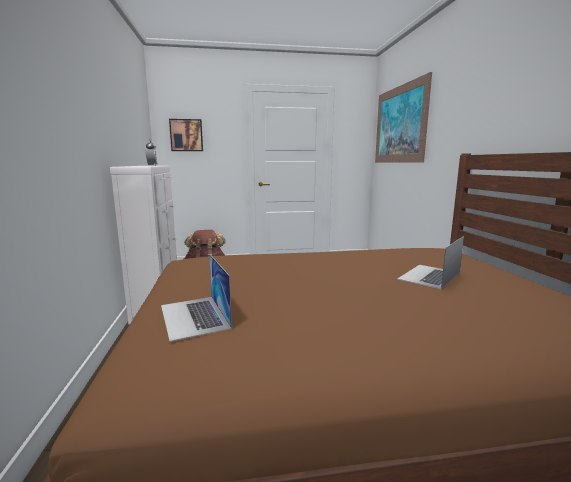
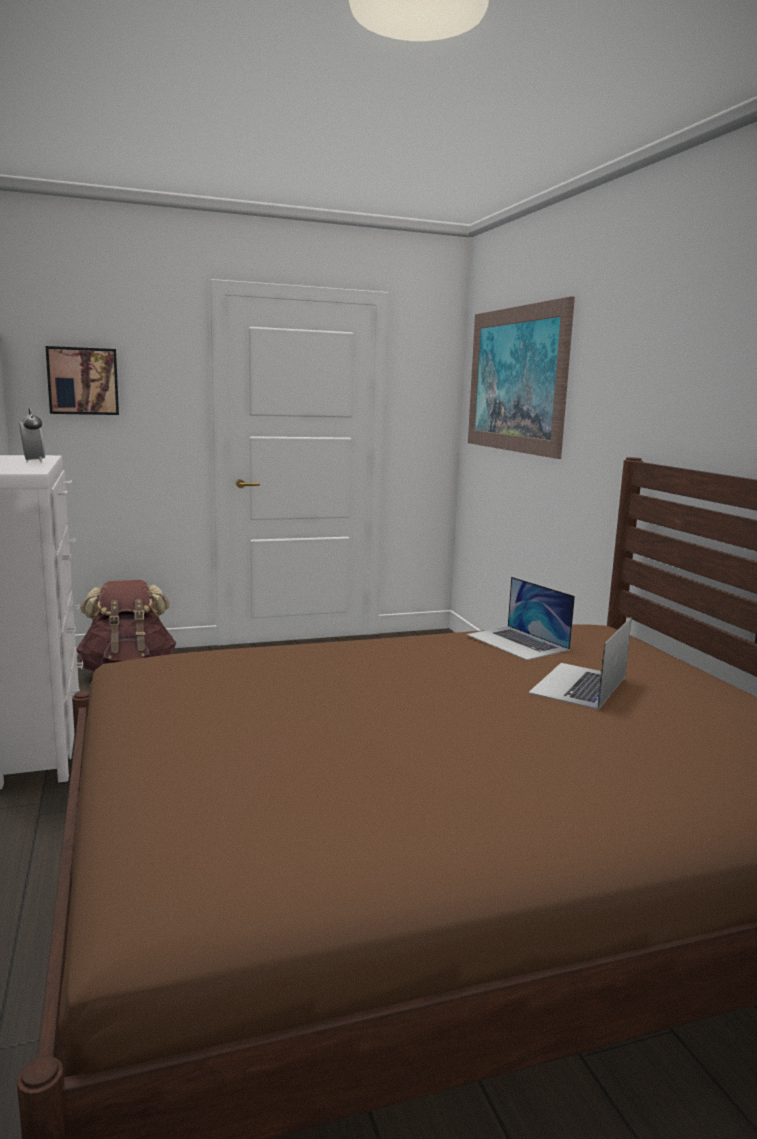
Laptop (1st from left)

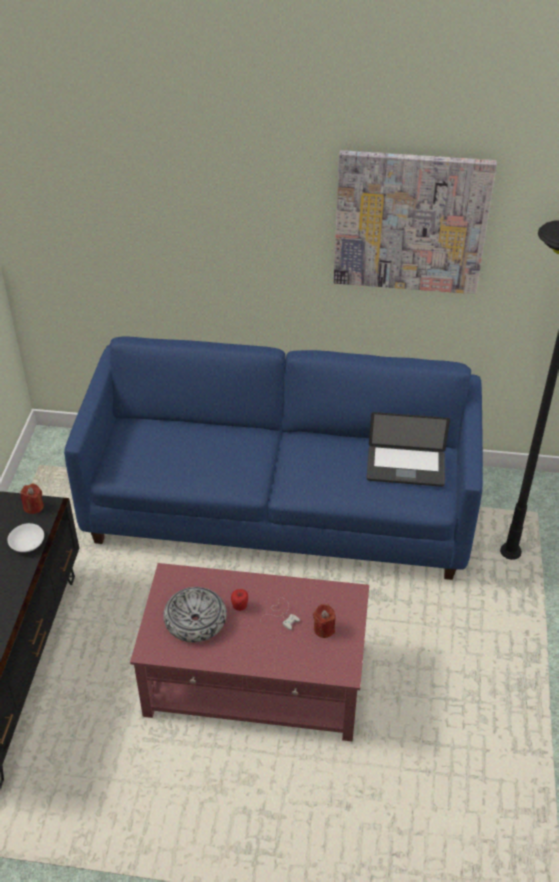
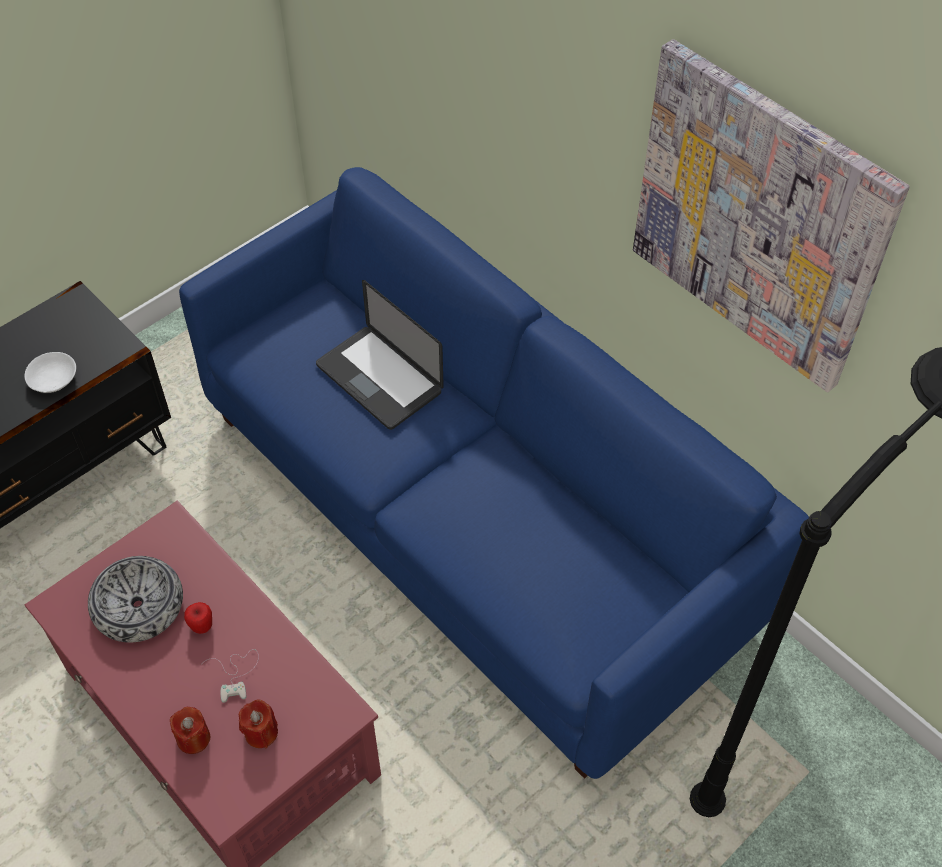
RedCandle (1st from left)
Laptop

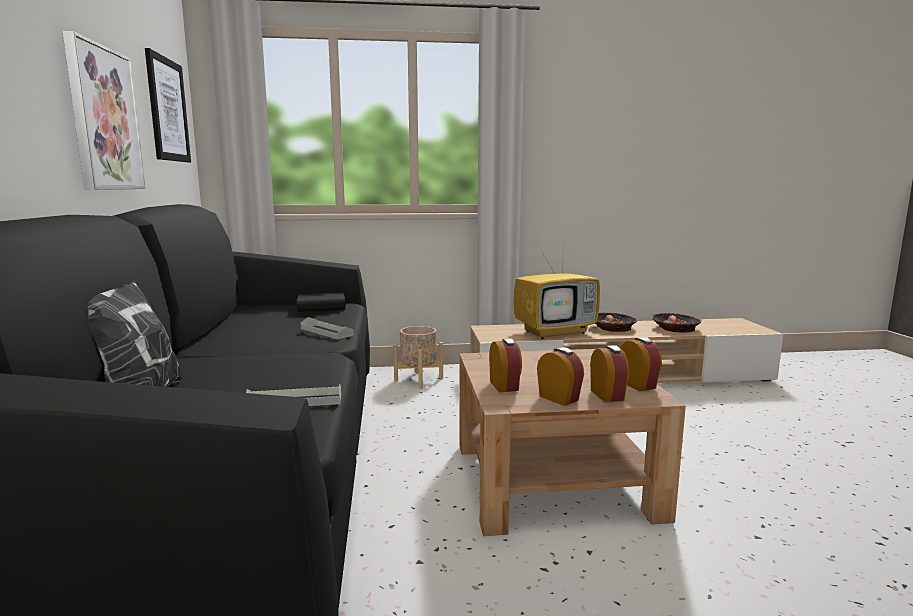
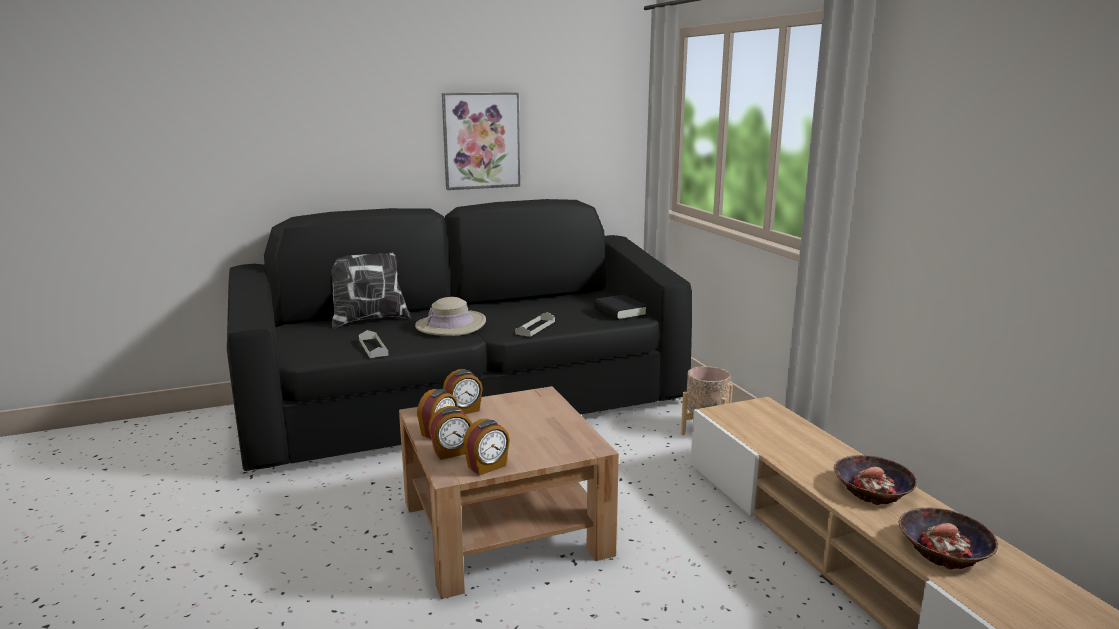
BeigeColouredWearableHat
Picture (2nd from left in the first image)
Television

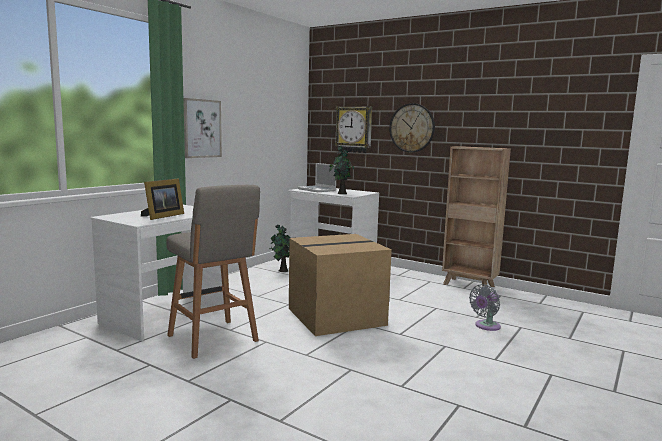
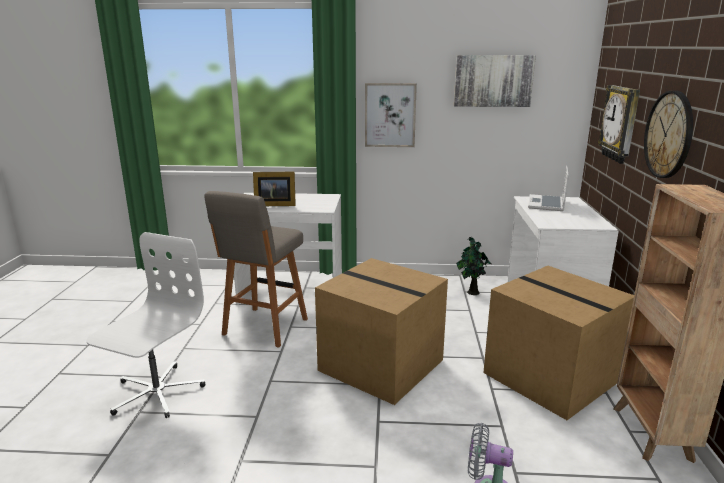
WhiteOfficeChair
Picture (2nd from left)
PackingBox (2nd from left)
Houseplant (2nd from left in the first image)

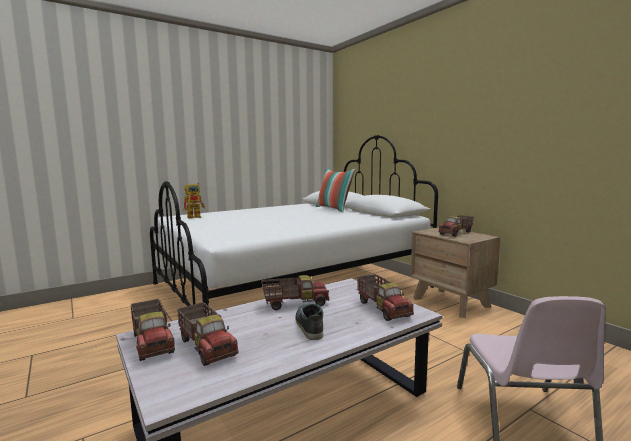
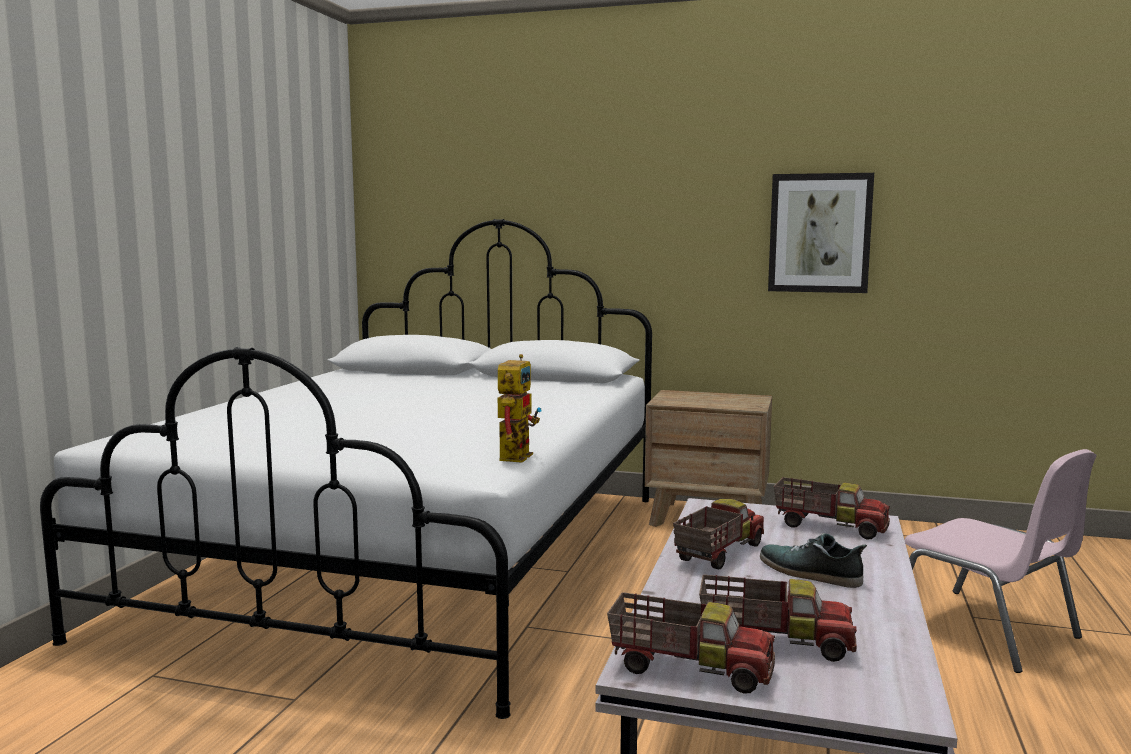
ModelRobot
Picture
Cushion
ToyLorry (5th from left in the first image)

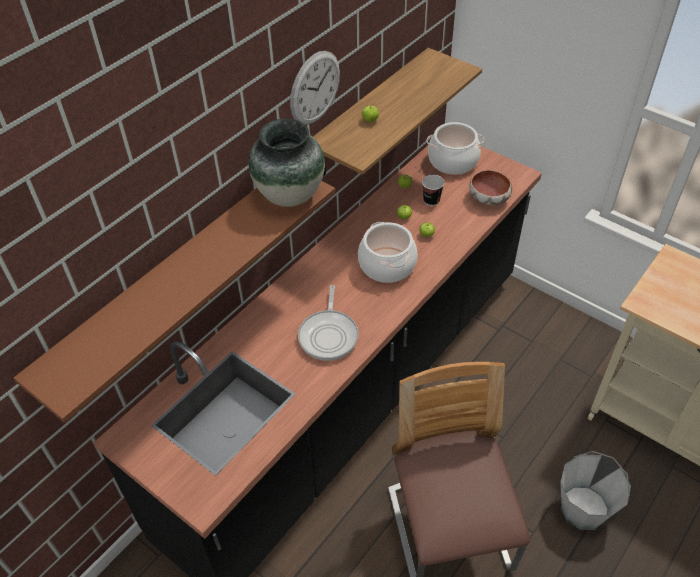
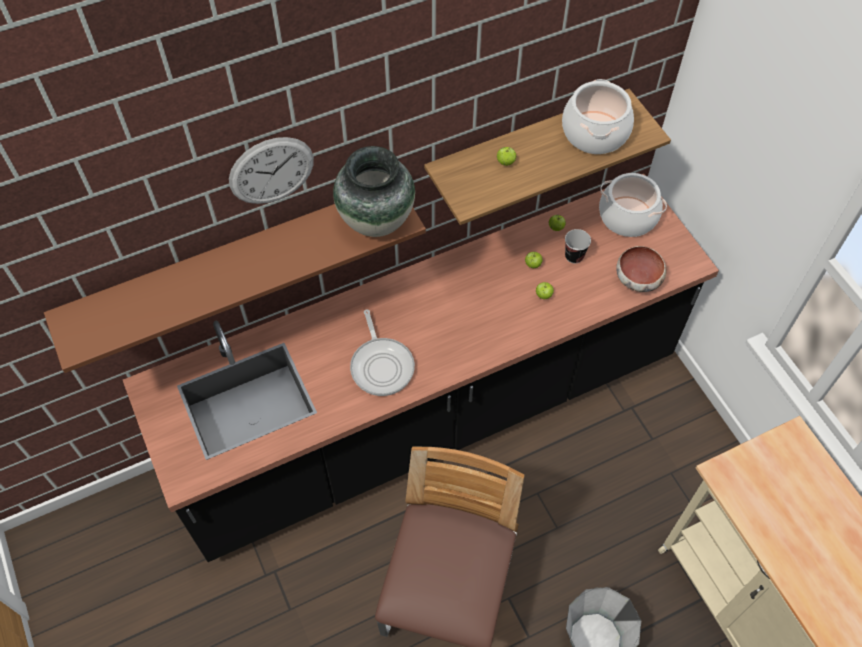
HangingClock
Pan
Stockpot (1st from left)

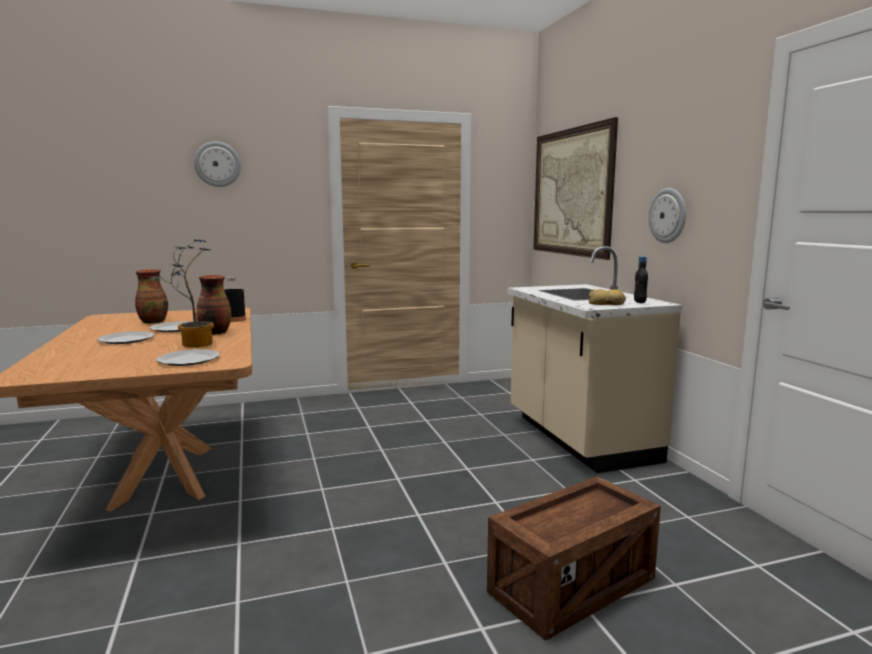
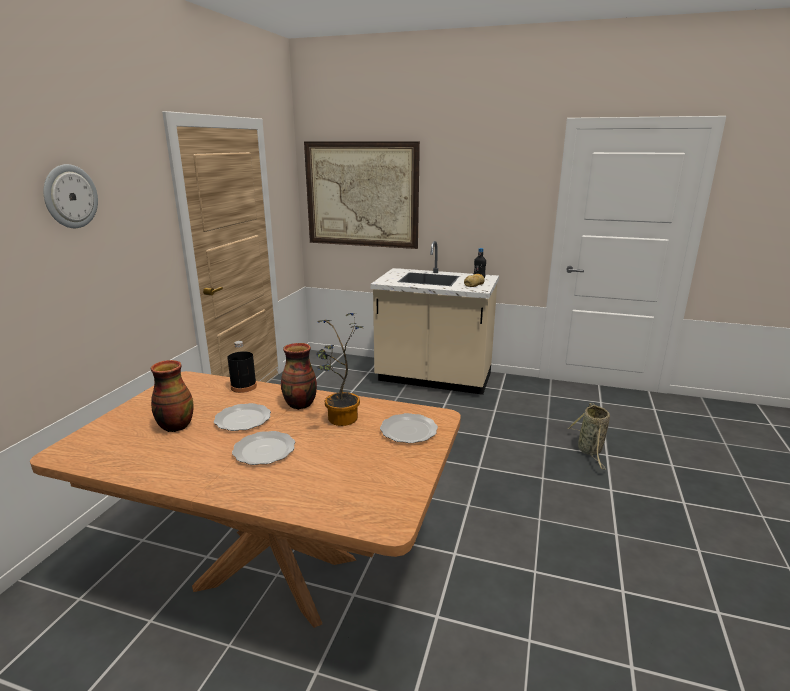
StorageBasket
HangingClock (2nd from left in the first image)

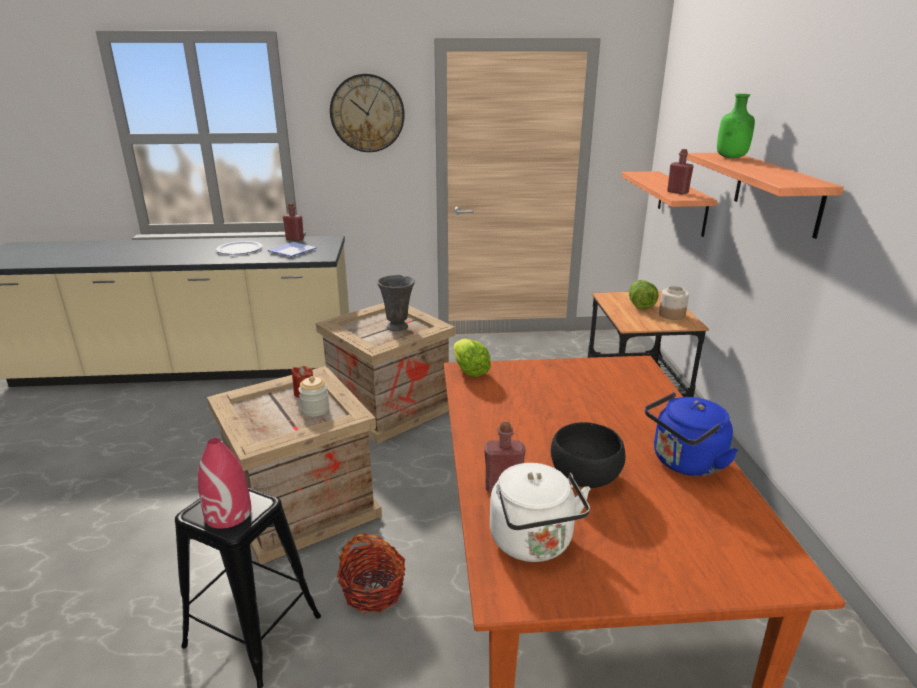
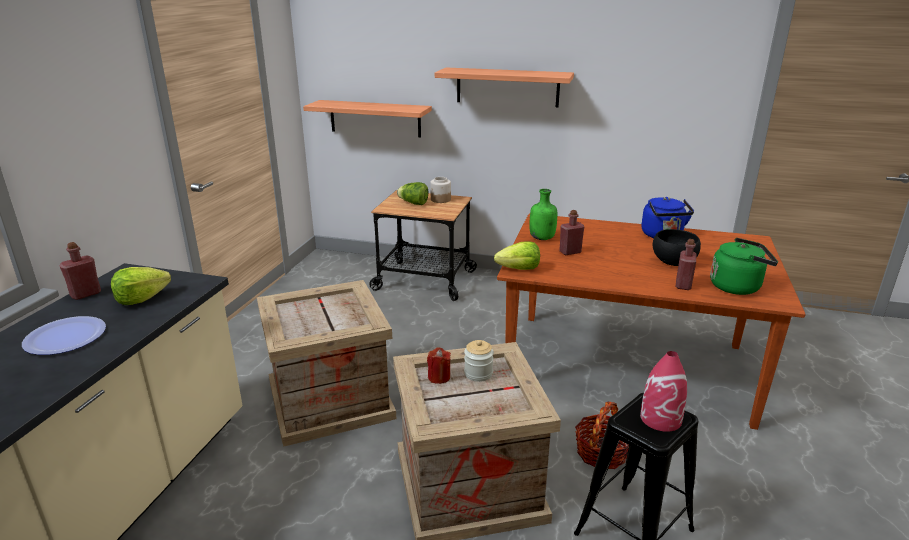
Lettuce (1st from left)
GreenDrinkBottle
RedDrinkBottle (2nd from left)
GreenKettle
HangingClock
GreyVase

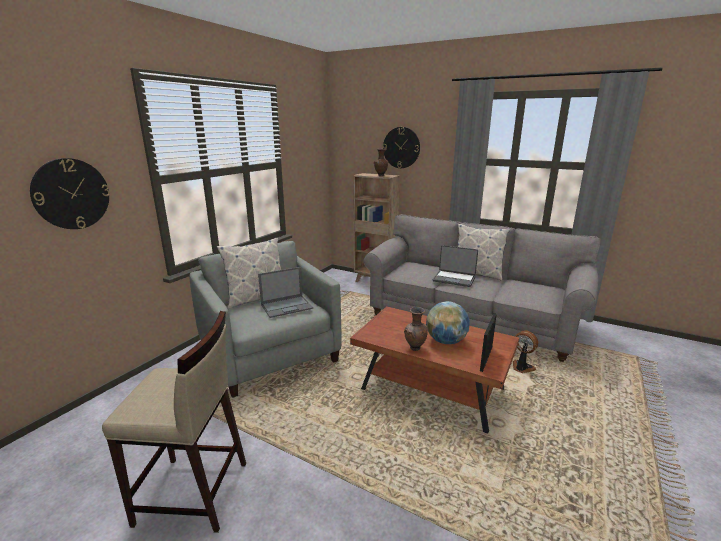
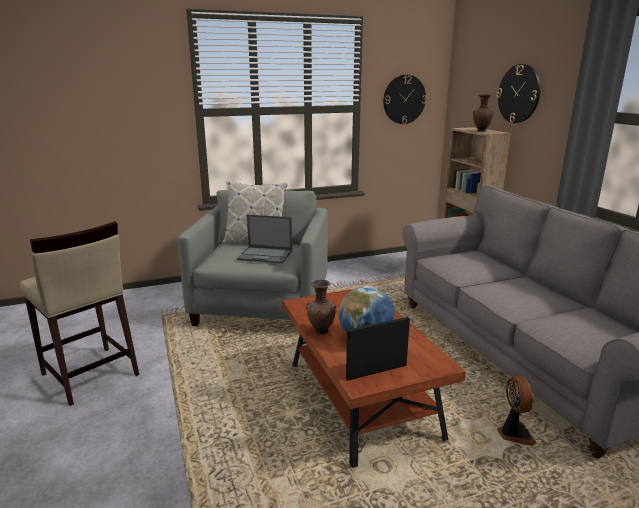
HangingClock (1st from left)
Laptop (2nd from left in the first image)
Cushion (2nd from left in the first image)

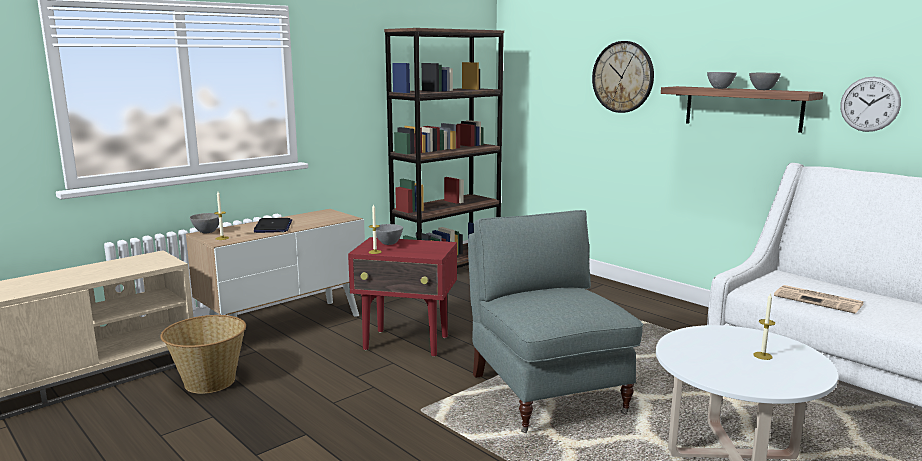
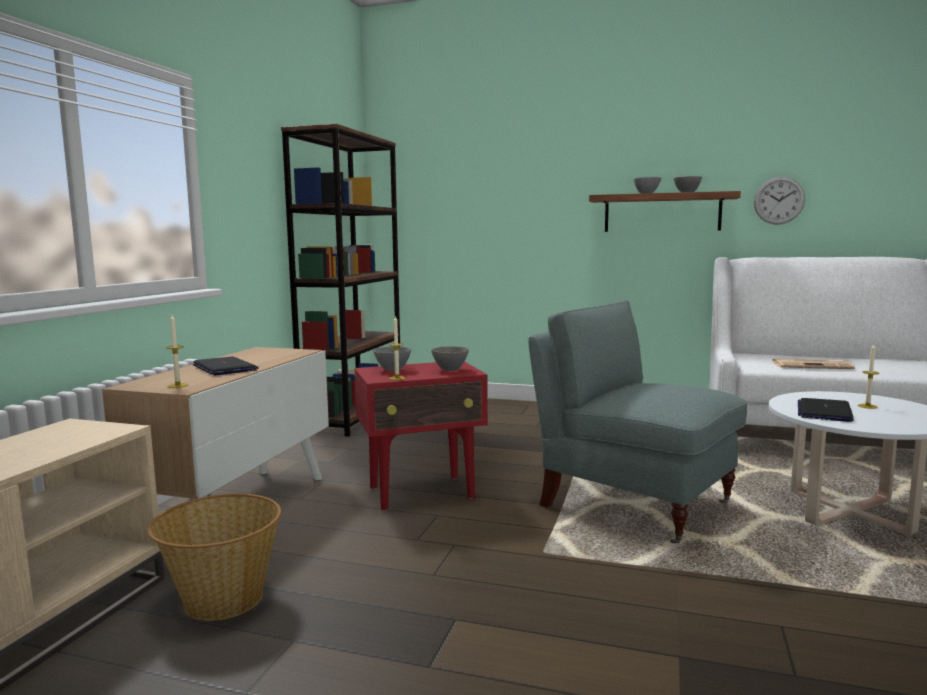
GreyDeepDish (2nd from left)
Laptop (2nd from left)
HangingClock (1st from left in the first image)

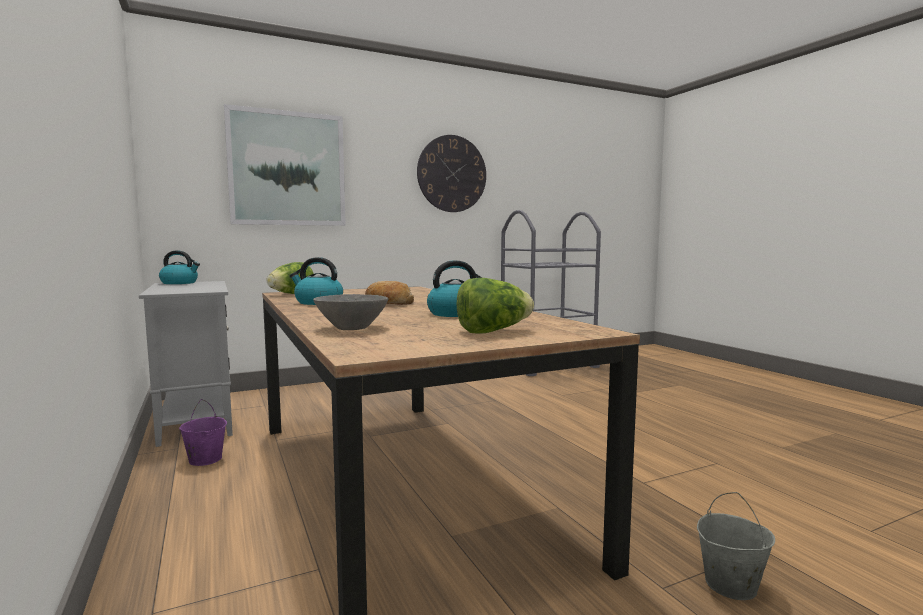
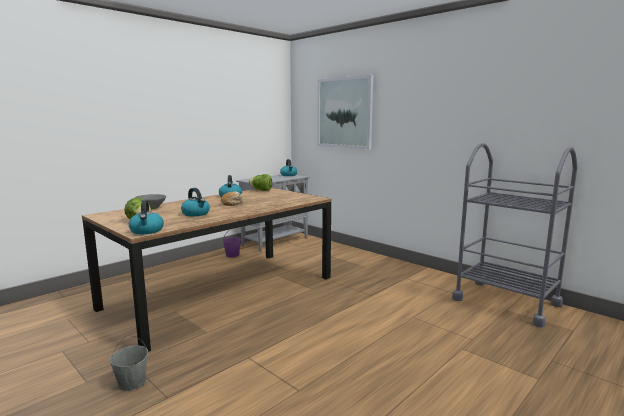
Kettle (1st from left)
HangingClock

